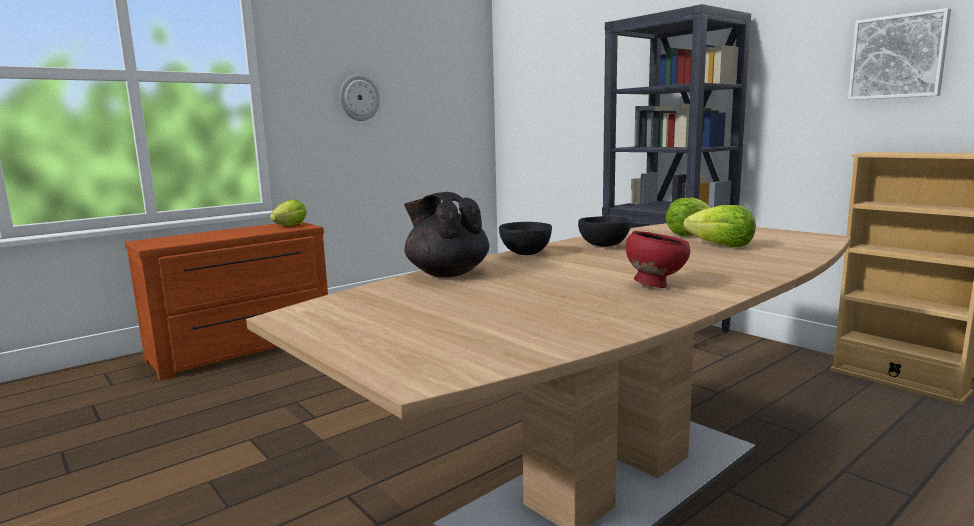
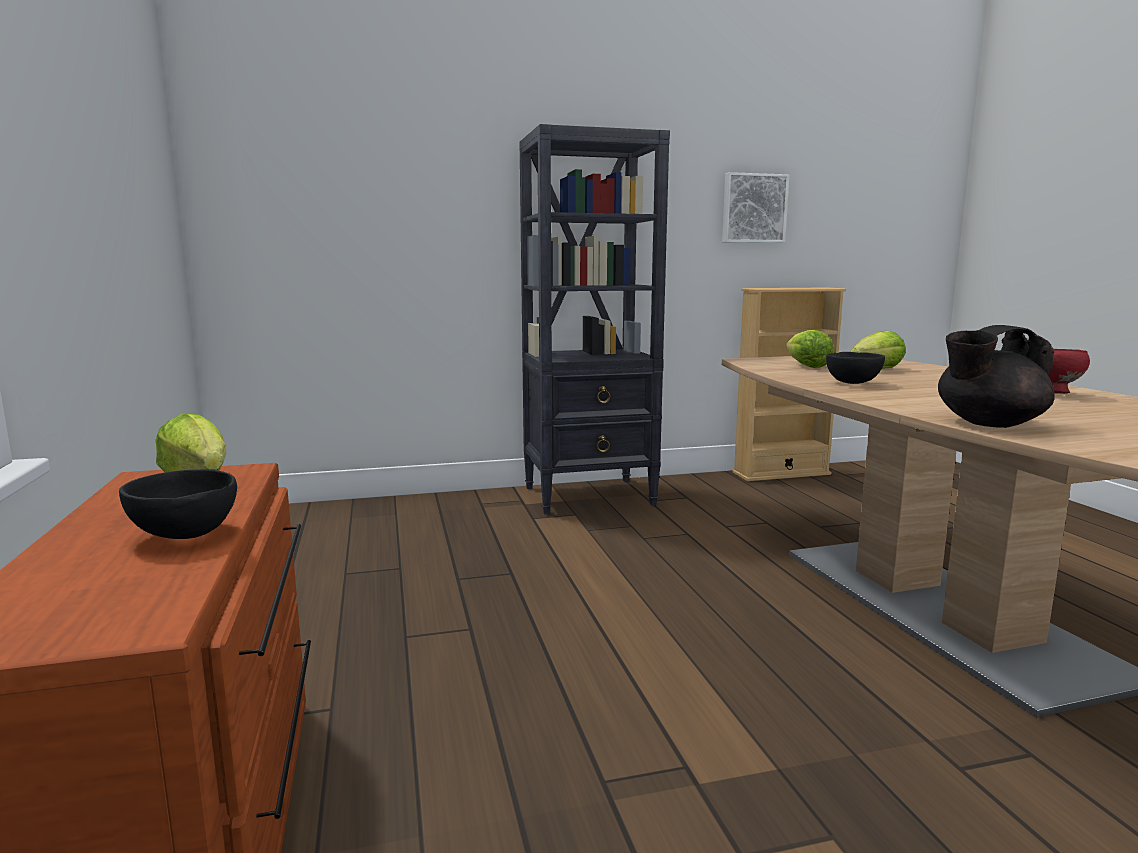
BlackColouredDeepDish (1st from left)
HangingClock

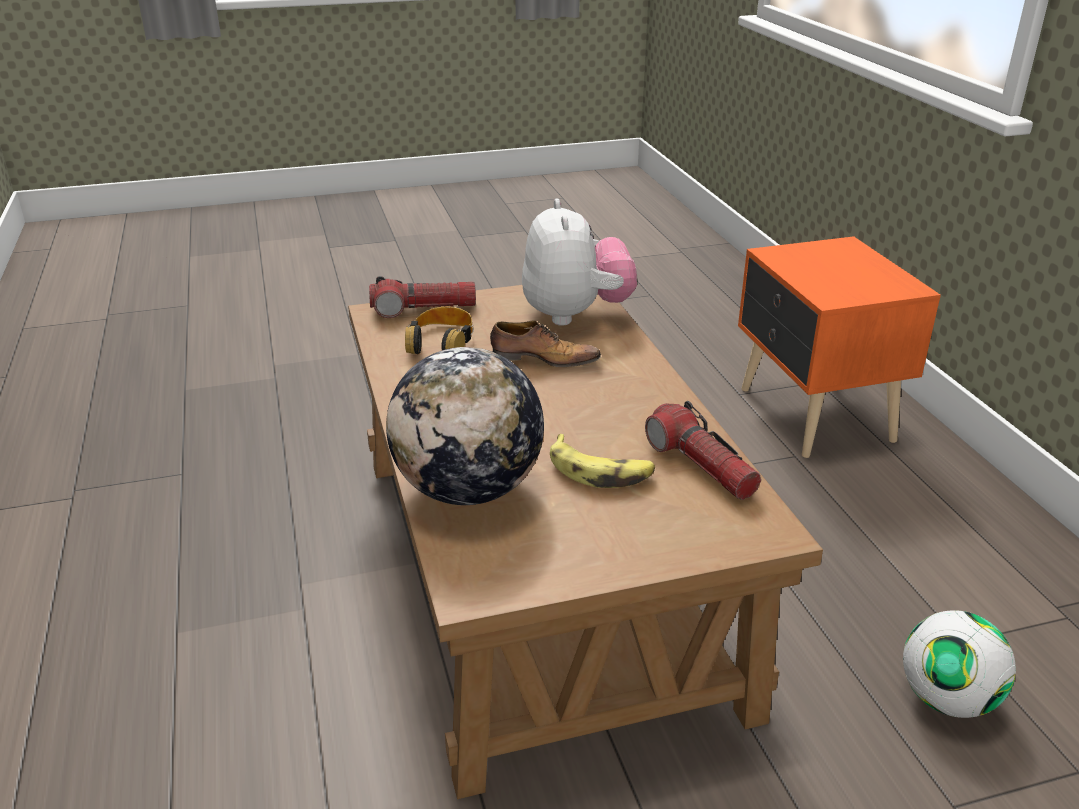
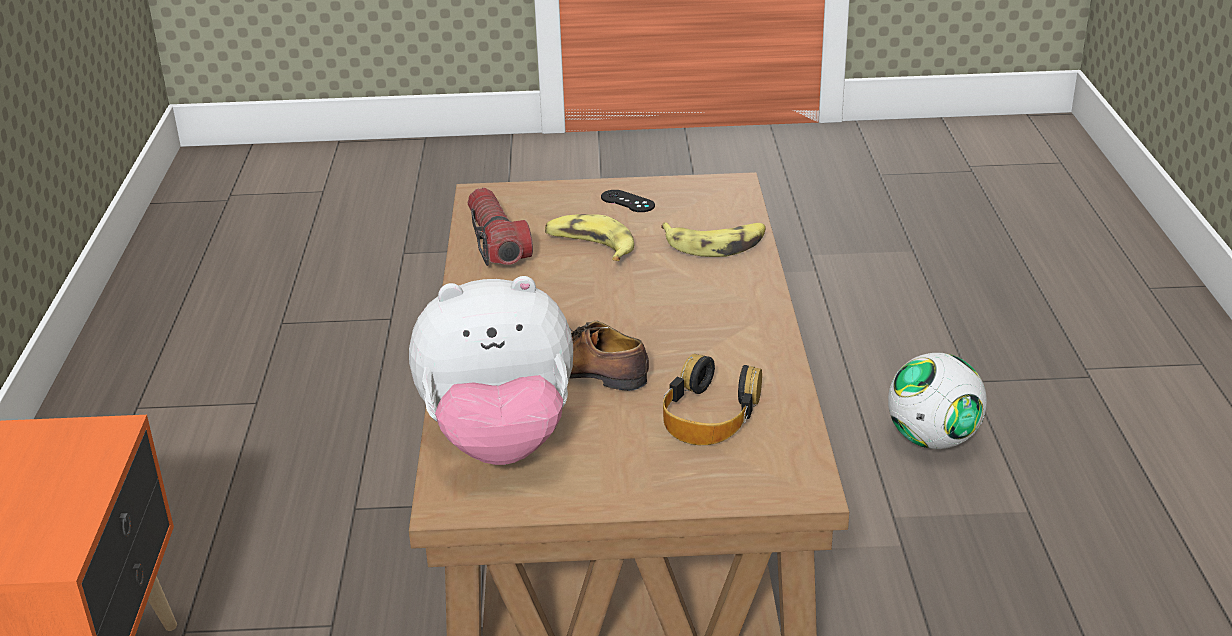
CuddlyToy
BlackColouredJoypad
BananaFruit (2nd from left)
BallForFootball
HandTorch (1st from left in the first image)

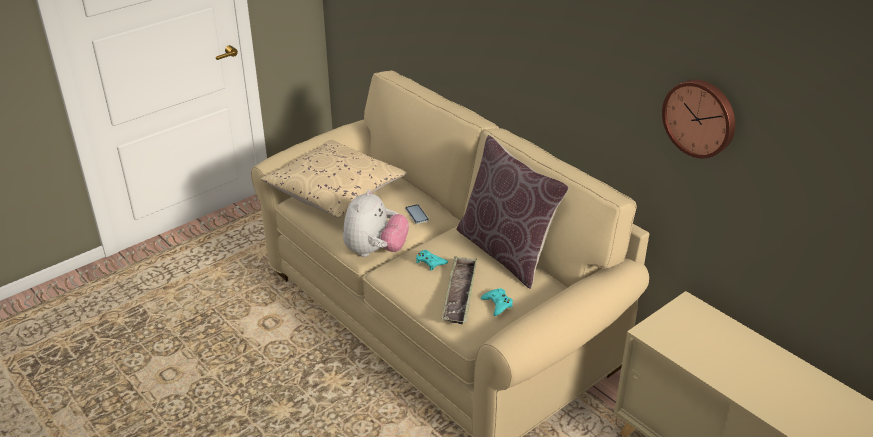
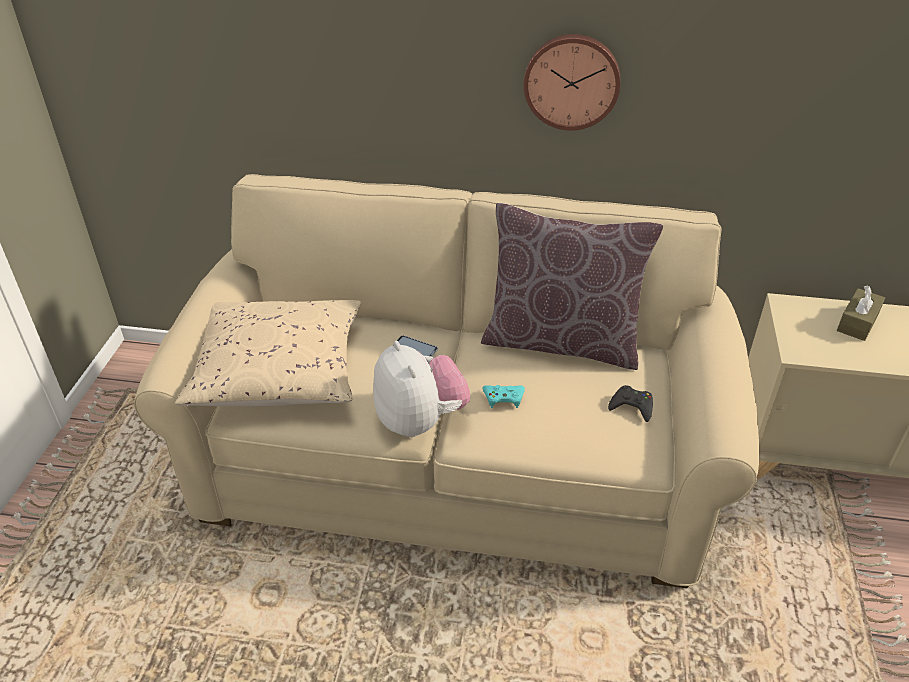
HangingClock
BlackColouredJoypad
BrownishBoxOfTissues
ServingTray

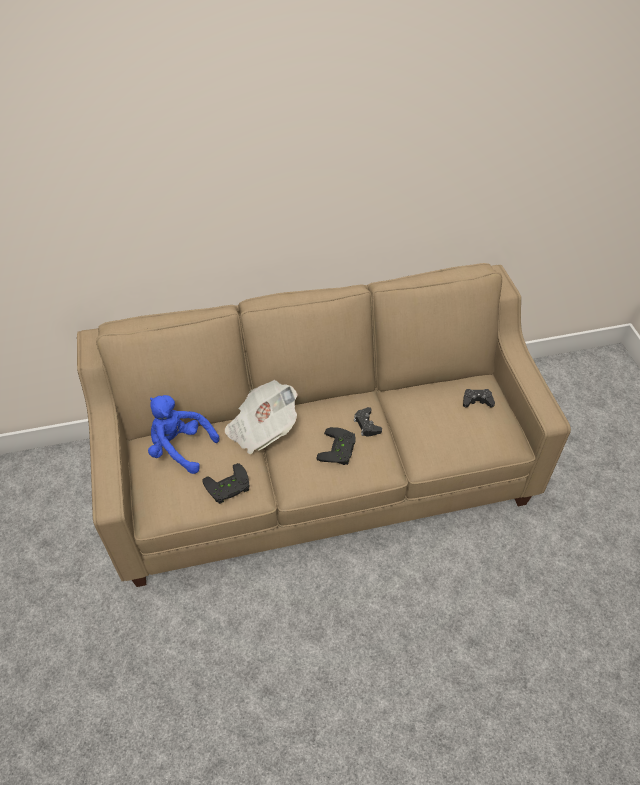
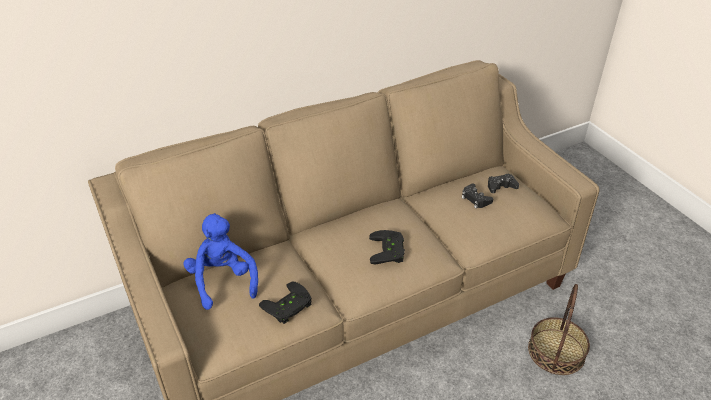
BlueCuddlyToy
BlackColouredJoypad (3rd from left)
StorageBasket
DailyPaper

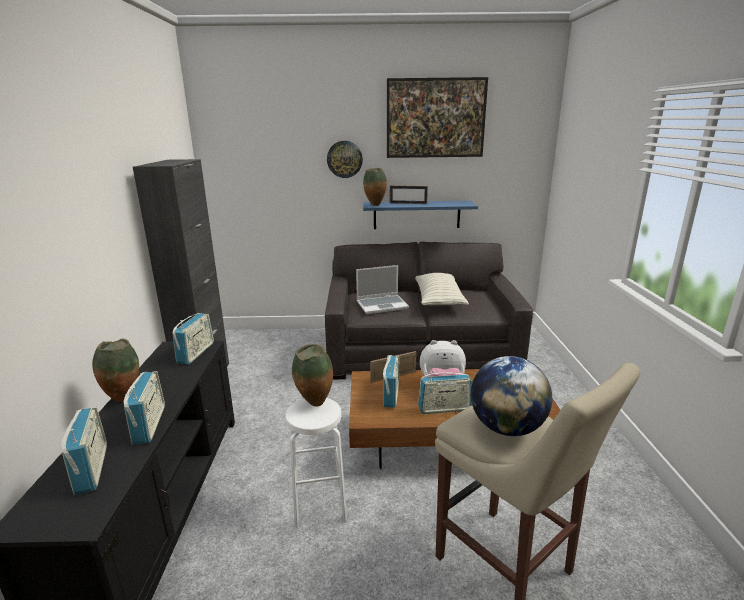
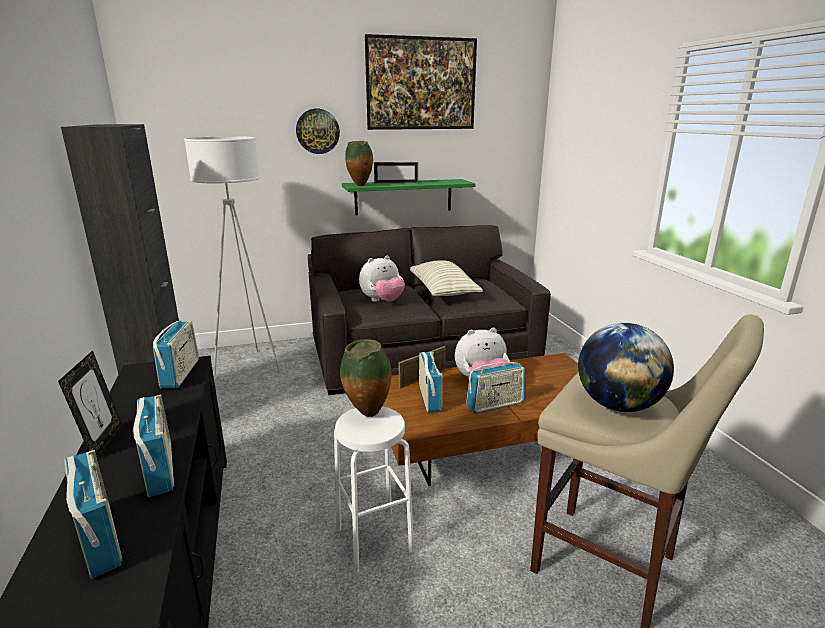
PhotoFrame (1st from left)
WhiteStandardLamp
GreenWallShelf
CuddlyToy (1st from left)

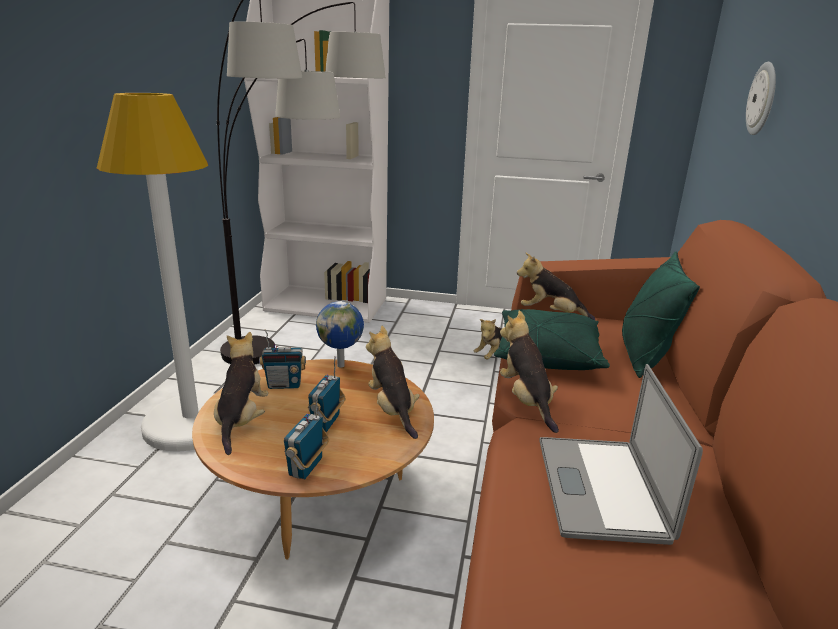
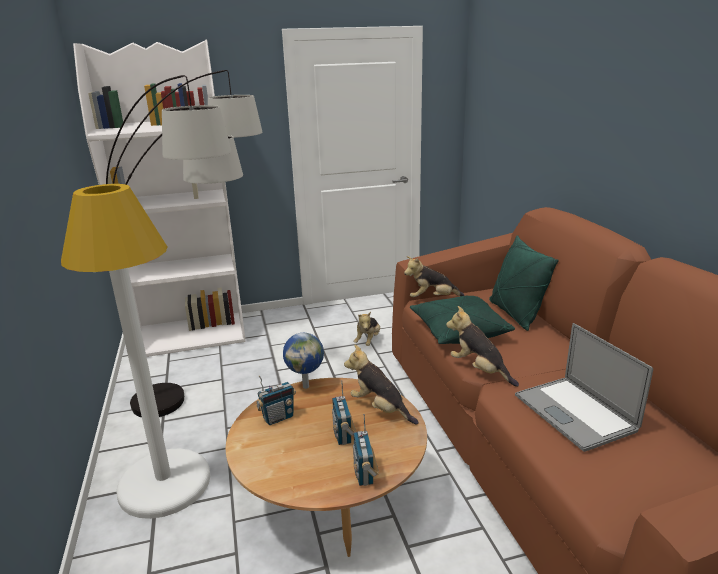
CuddlyToy (1st from left in the first image)
HangingClock

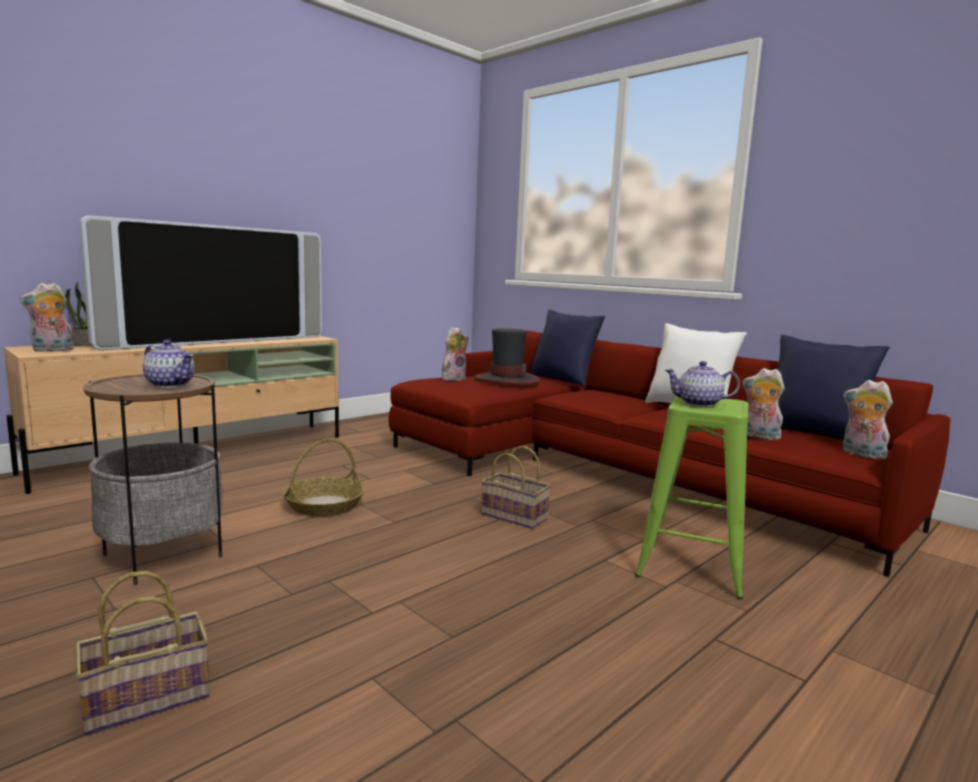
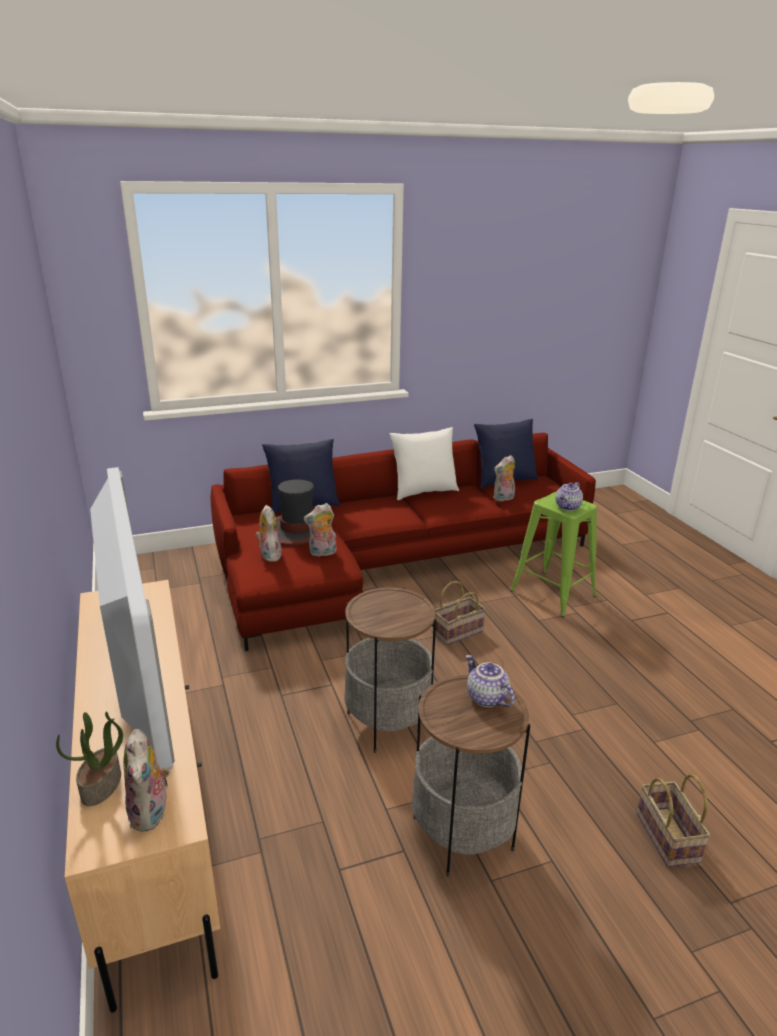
CuddlyToy (3rd from left)
EndTable (1st from left)
Teapot (1st from left)

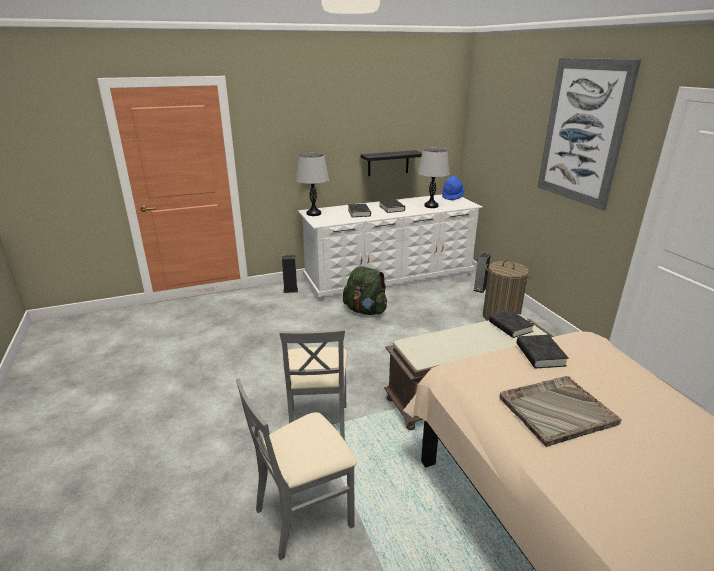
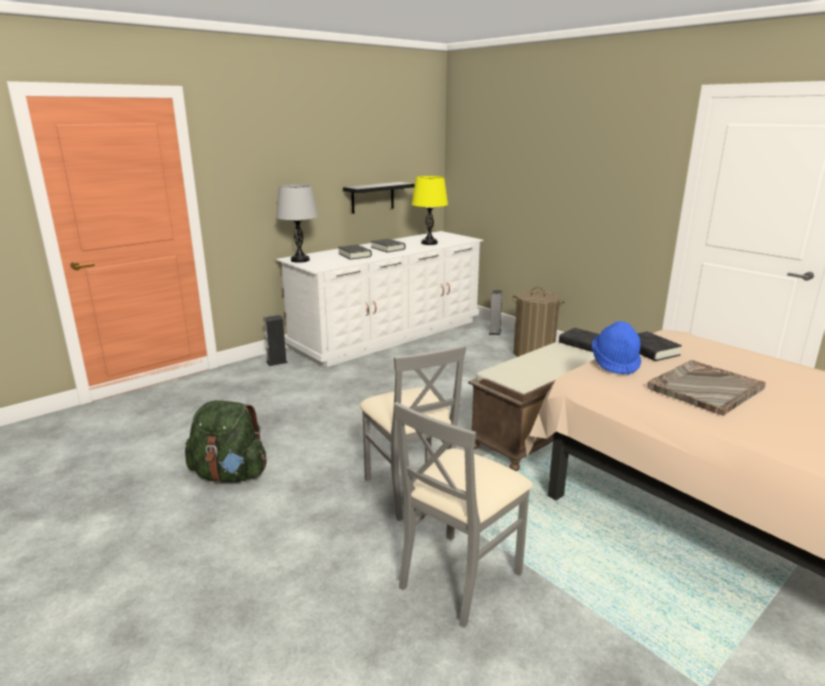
GreenBackpack
YellowishLampForATable
BlueWearableHat
Picture

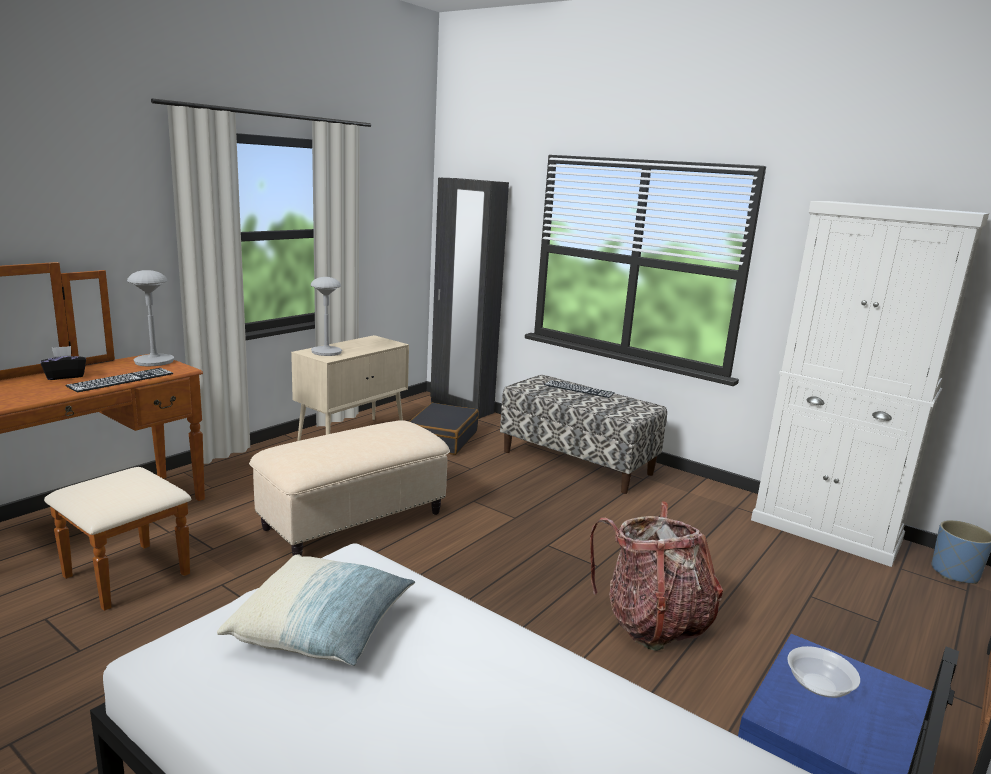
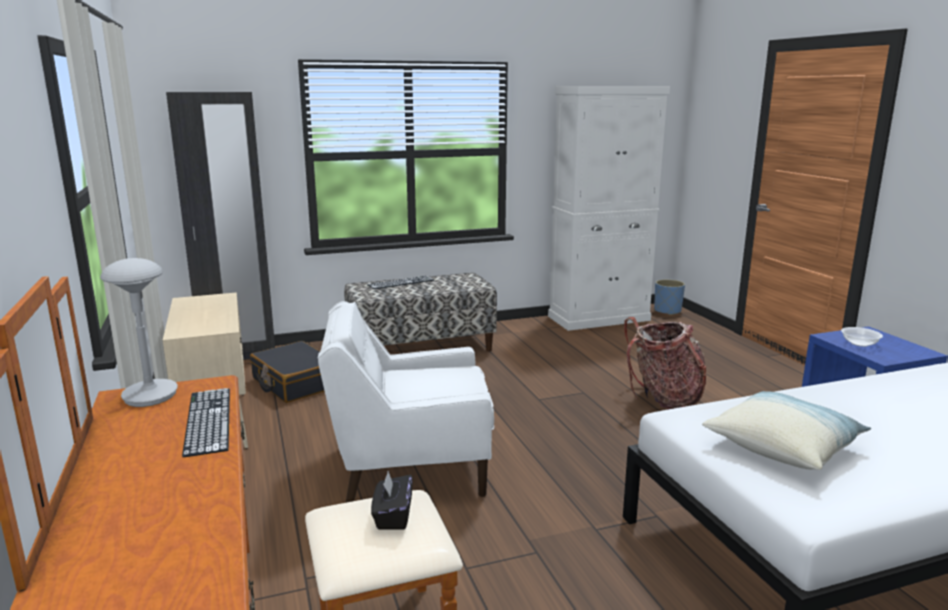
WhiteEasyChair
BlackColouredBoxOfTissues
GreyLampForATable (2nd from left in the first image)

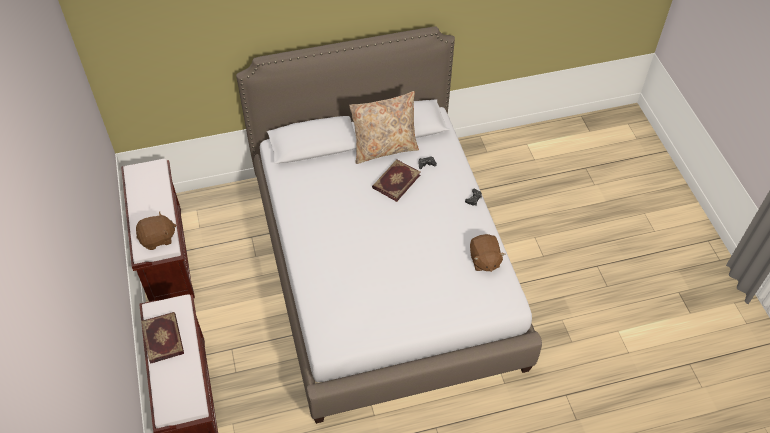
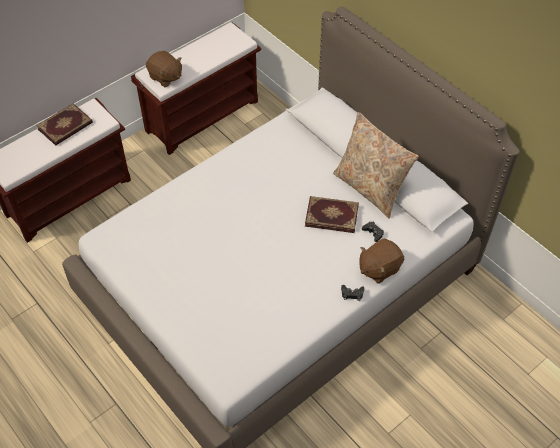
BrownishCuddlyToy (2nd from left)

